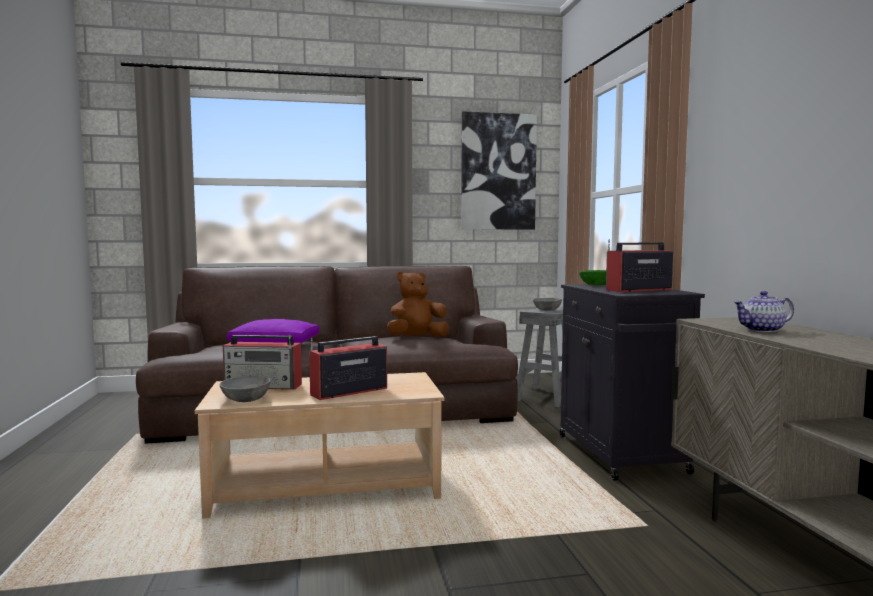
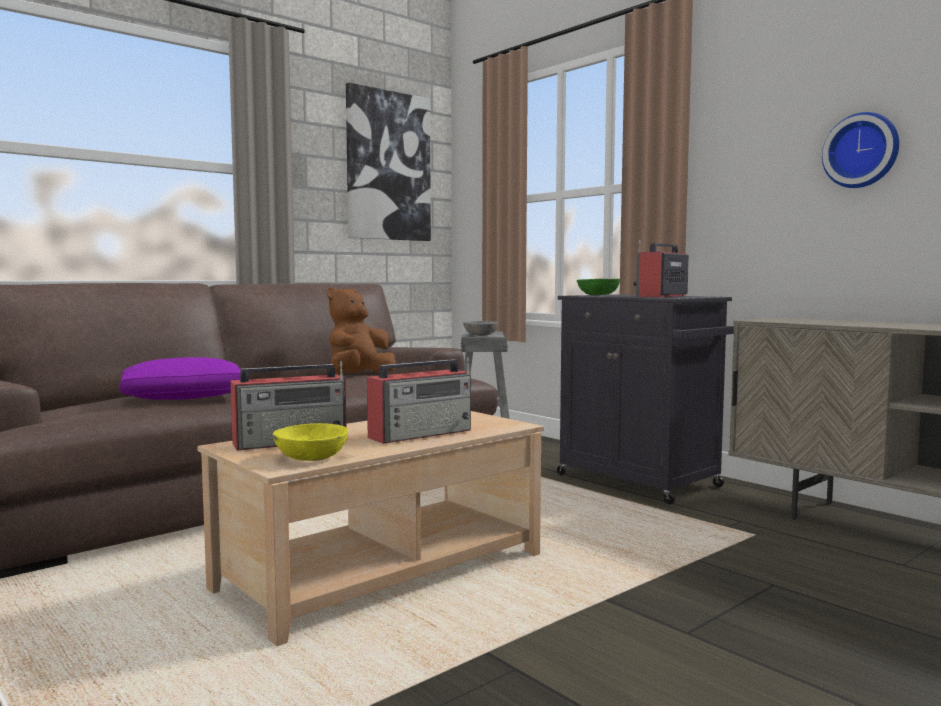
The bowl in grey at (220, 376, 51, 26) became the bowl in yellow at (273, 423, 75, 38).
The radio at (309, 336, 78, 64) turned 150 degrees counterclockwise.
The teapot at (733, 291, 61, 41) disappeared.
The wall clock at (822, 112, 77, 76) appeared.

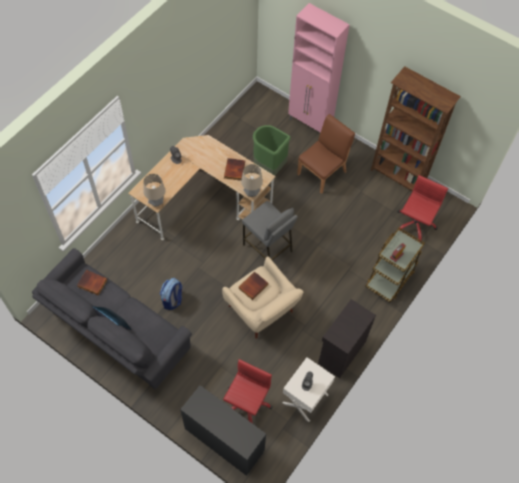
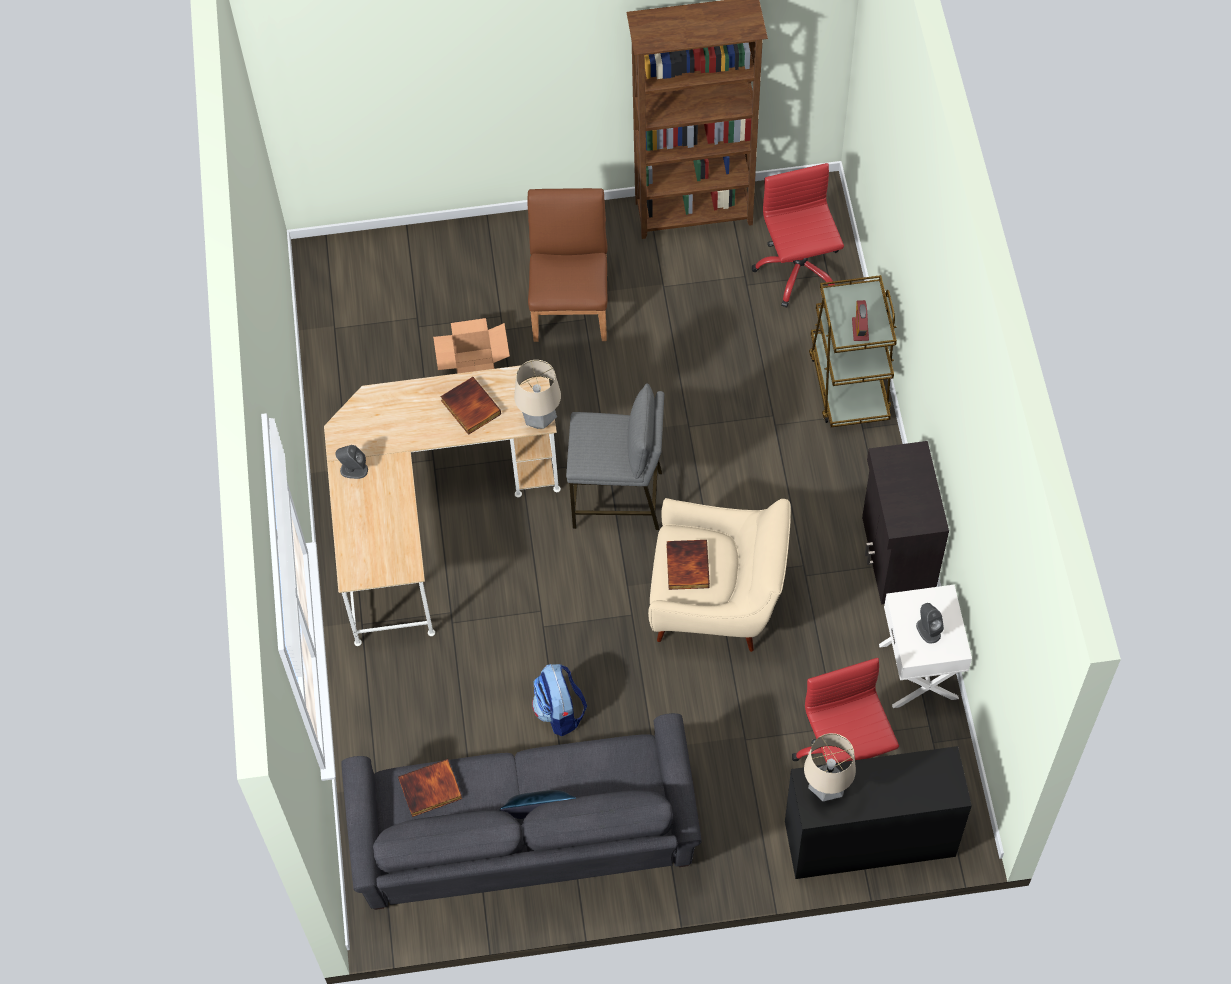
The table lamp moved from (143, 174, 22, 33) to (804, 733, 52, 68).
The trash can in green at (253, 125, 38, 51) was replaced by the cardboard box at (433, 318, 77, 56).
The cabinet in pink at (288, 3, 62, 130) disappeared.

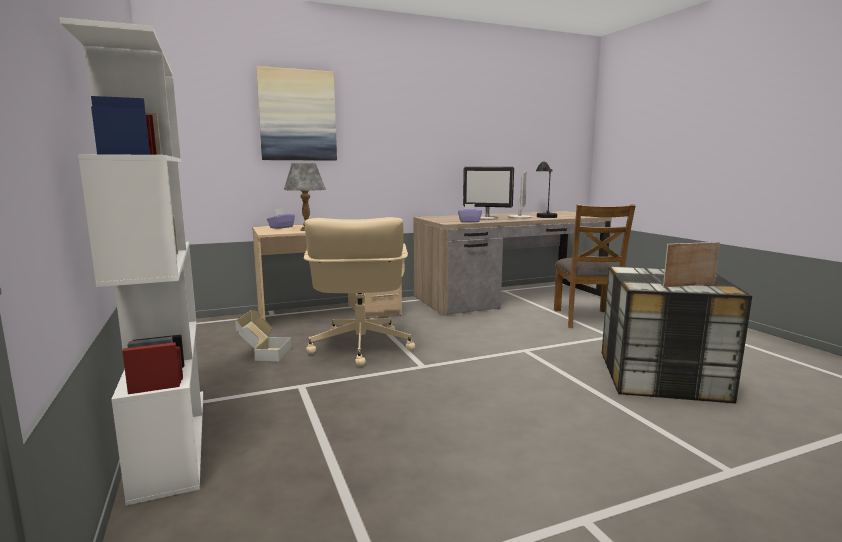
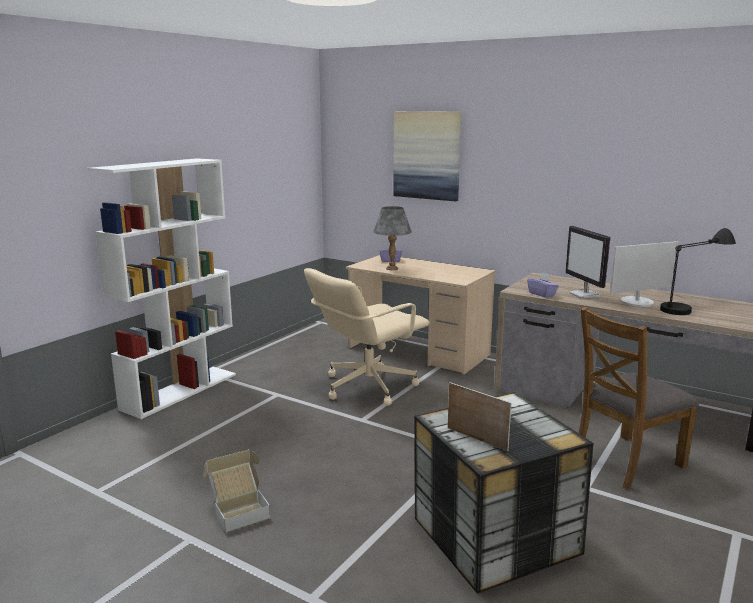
The cardboard box moved from (235, 310, 56, 51) to (204, 449, 66, 83).

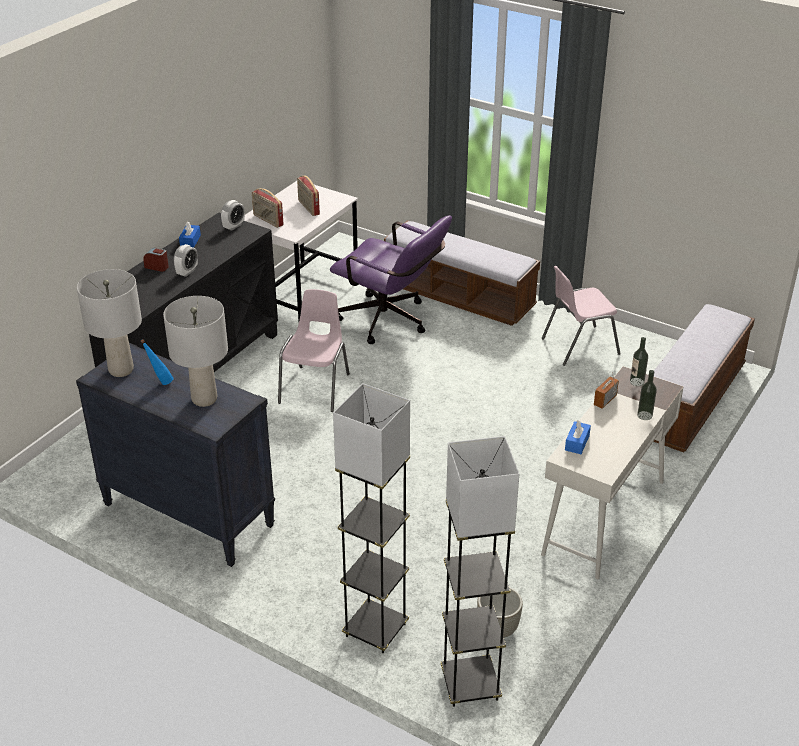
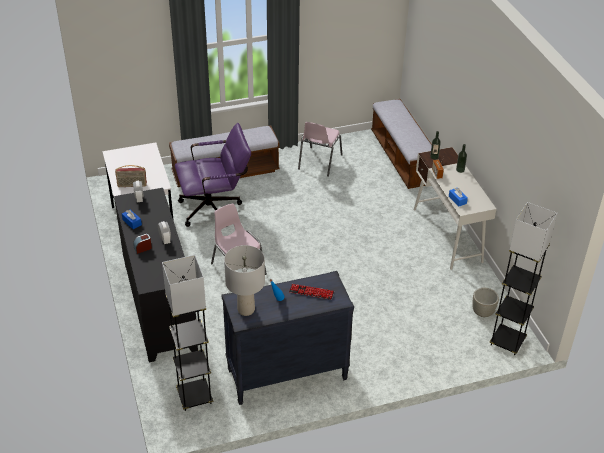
The table lamp in grey at (163, 296, 65, 111) was replaced by the keyboard at (289, 284, 45, 16).
The radio at (297, 176, 23, 40) disappeared.
The floor lamp in grey moved from (333, 383, 77, 270) to (162, 255, 51, 156).

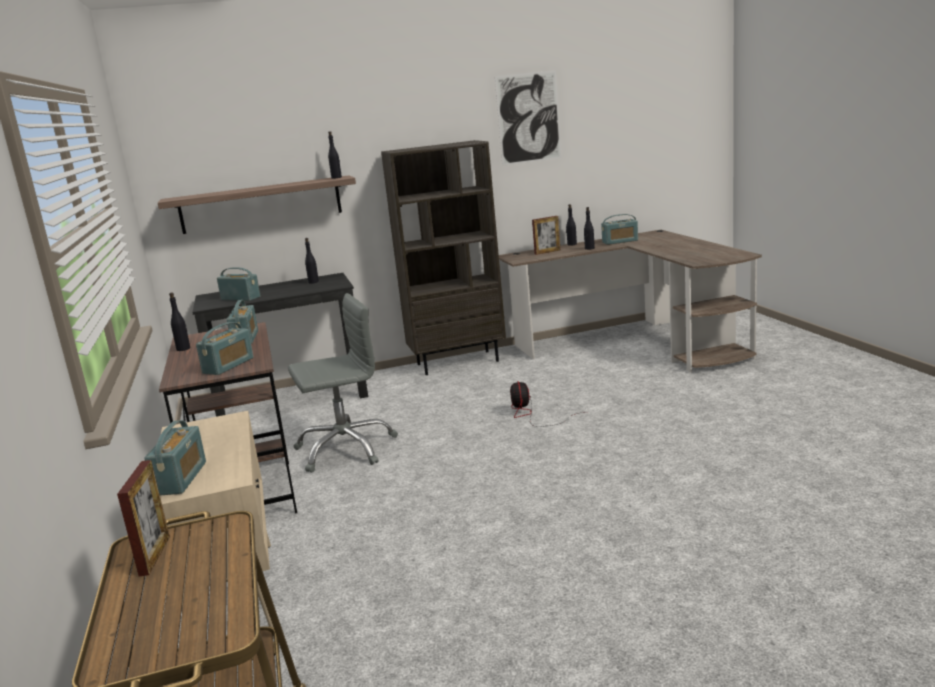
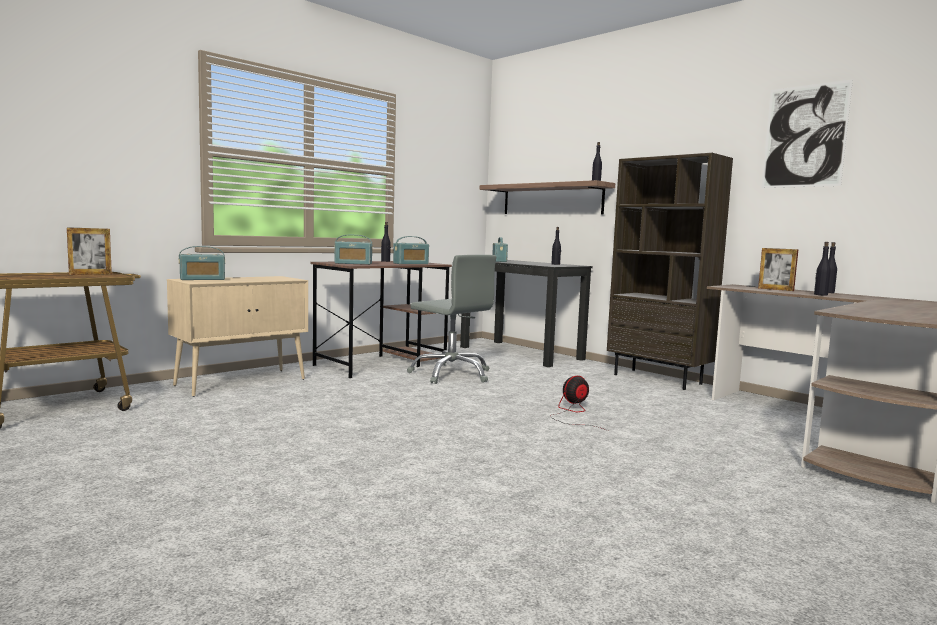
The radio at (601, 214, 37, 31) disappeared.

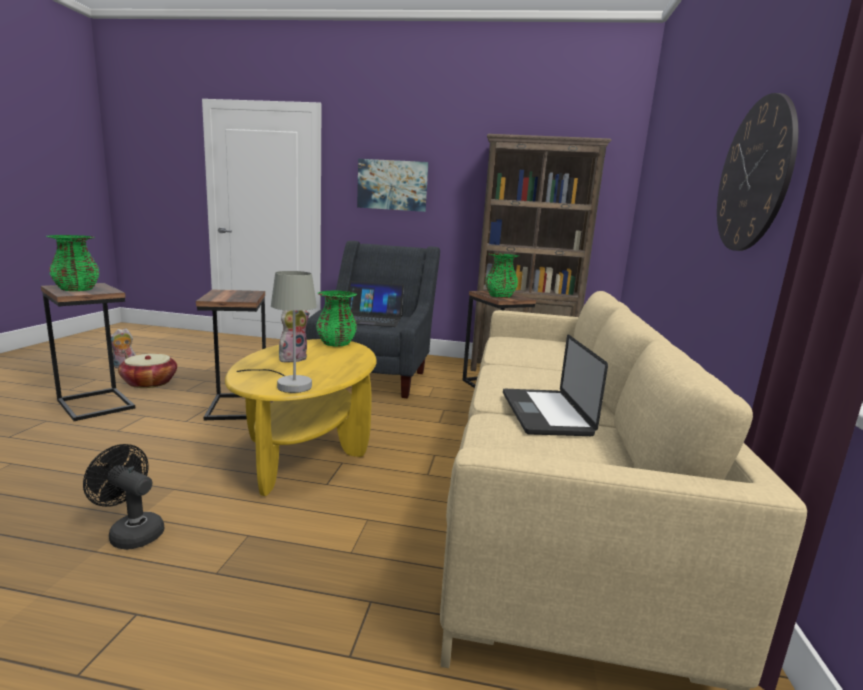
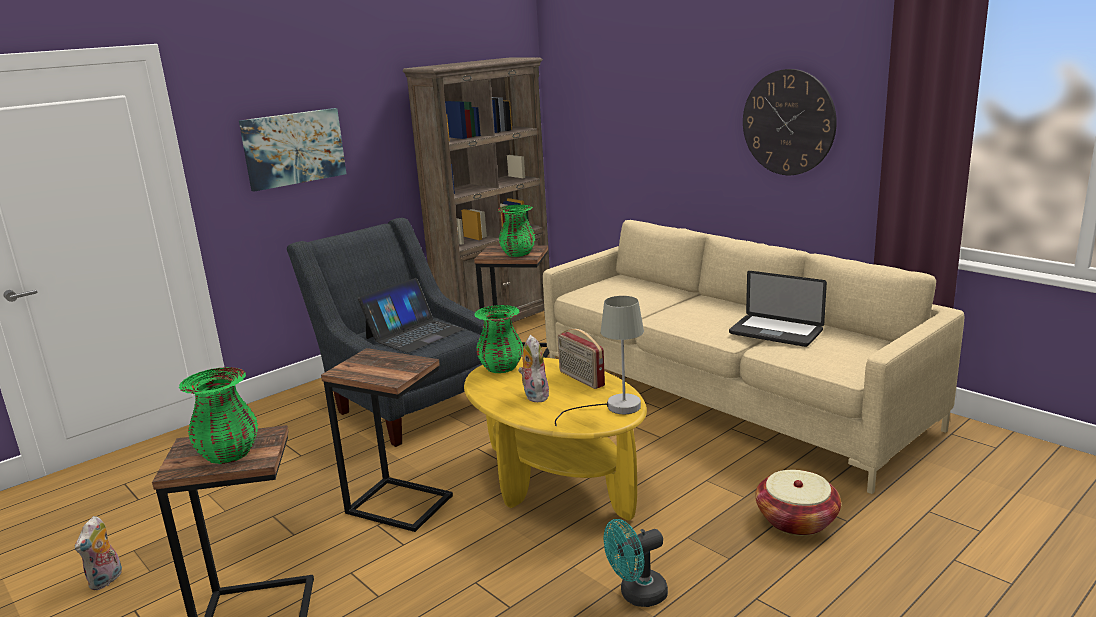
The fan in black at (83, 444, 81, 106) became the fan in turquoise at (604, 519, 64, 88).
The basket moved from (118, 354, 59, 34) to (755, 470, 86, 66).
The radio at (558, 329, 47, 60) appeared.

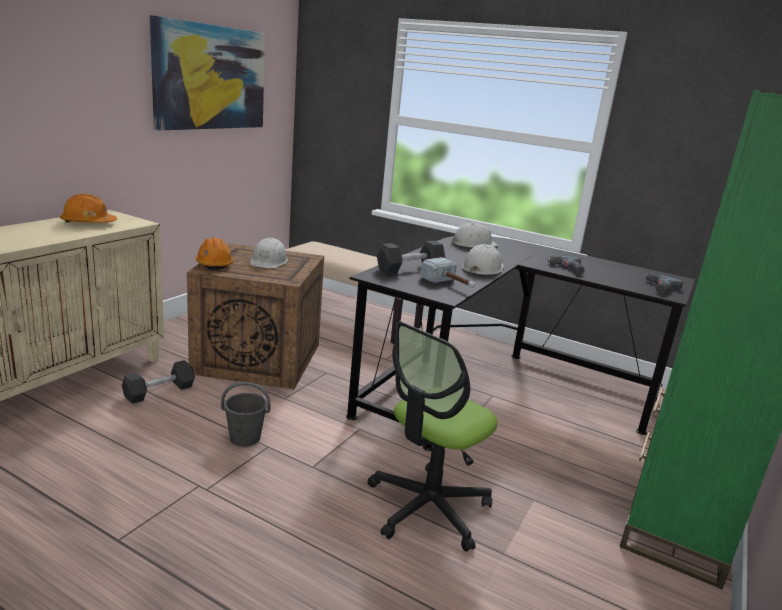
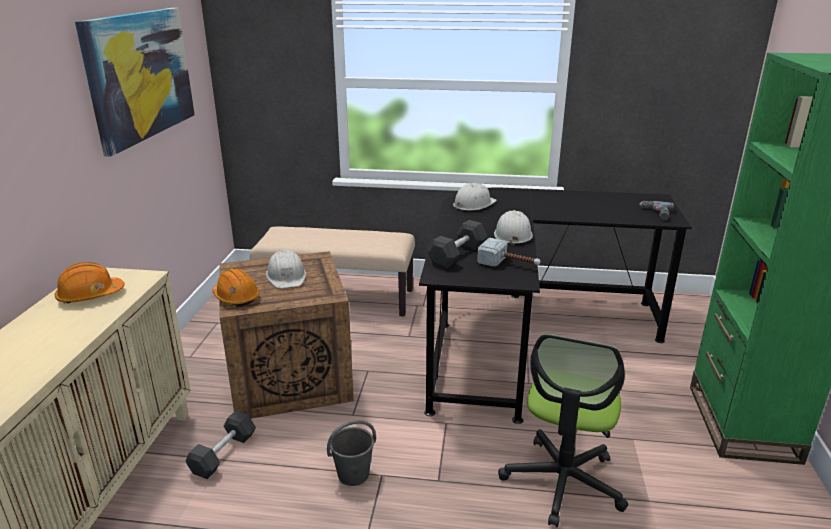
The power drill at (547, 256, 38, 19) disappeared.

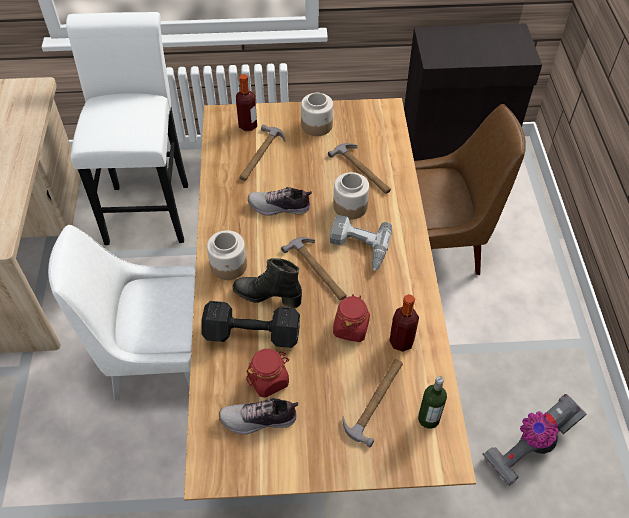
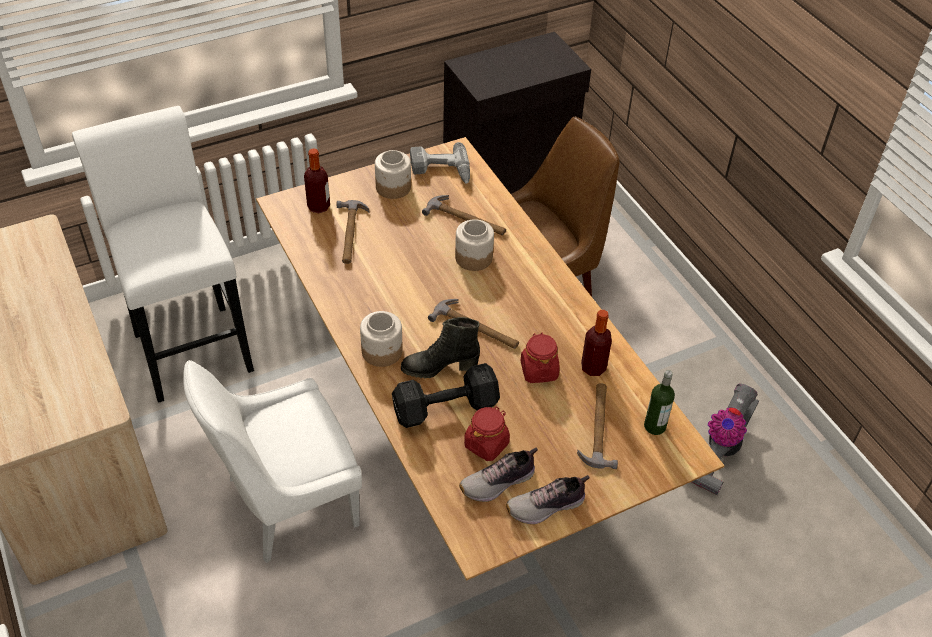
The shoe moved from (248, 187, 64, 29) to (506, 475, 84, 50).
The power drill moved from (330, 215, 62, 56) to (410, 142, 60, 42).

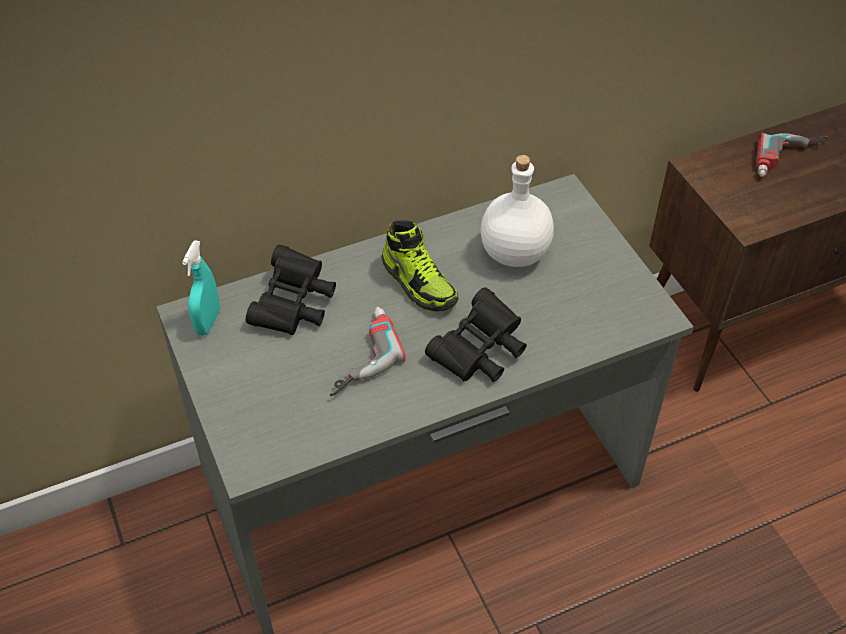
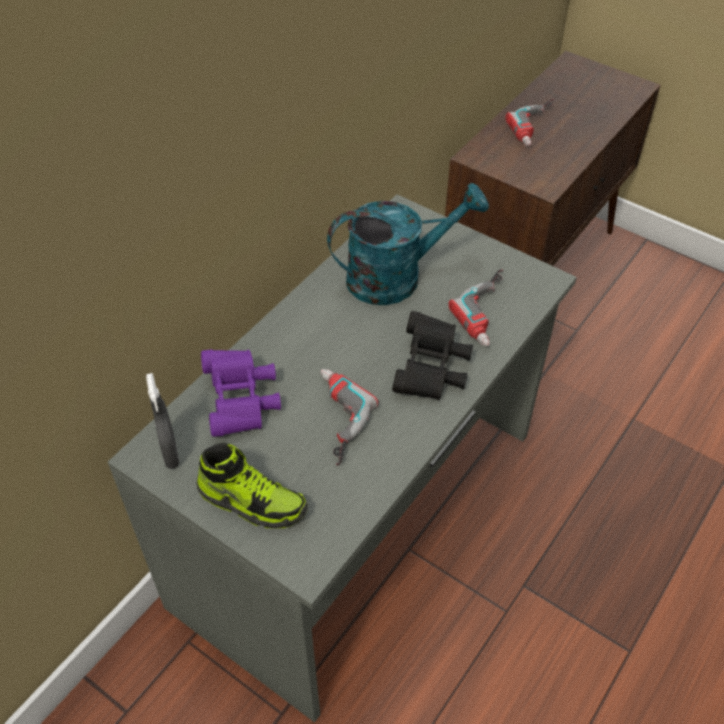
The spray bottle in turquoise at (182, 240, 38, 96) became the spray bottle in grey at (146, 373, 34, 96).
The binoculars in black at (246, 245, 90, 90) became the binoculars in purple at (201, 349, 80, 88).
The shoe moved from (381, 220, 78, 92) to (196, 442, 112, 86).
The bottle in white at (481, 155, 73, 112) was replaced by the watering can in turquoise at (327, 183, 162, 122).
The power drill at (448, 269, 55, 77) appeared.

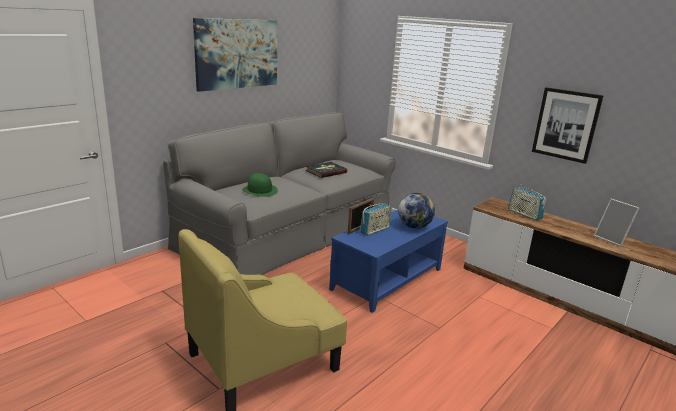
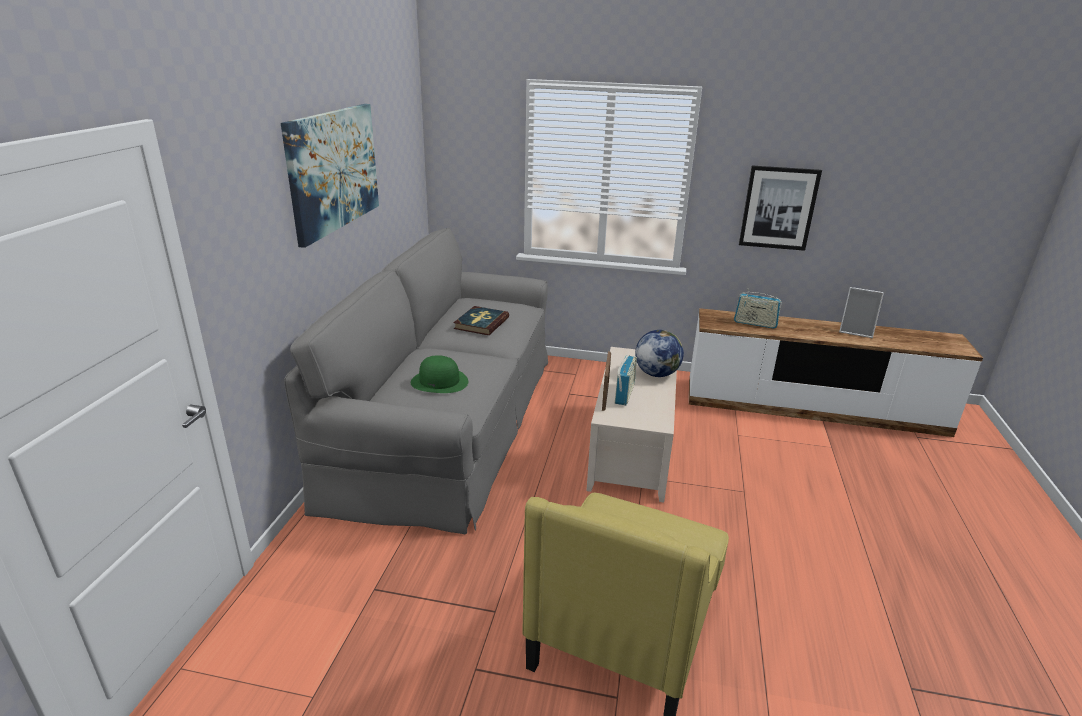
The coffee table in blue at (329, 210, 119, 103) became the coffee table in beige at (586, 347, 91, 156).

